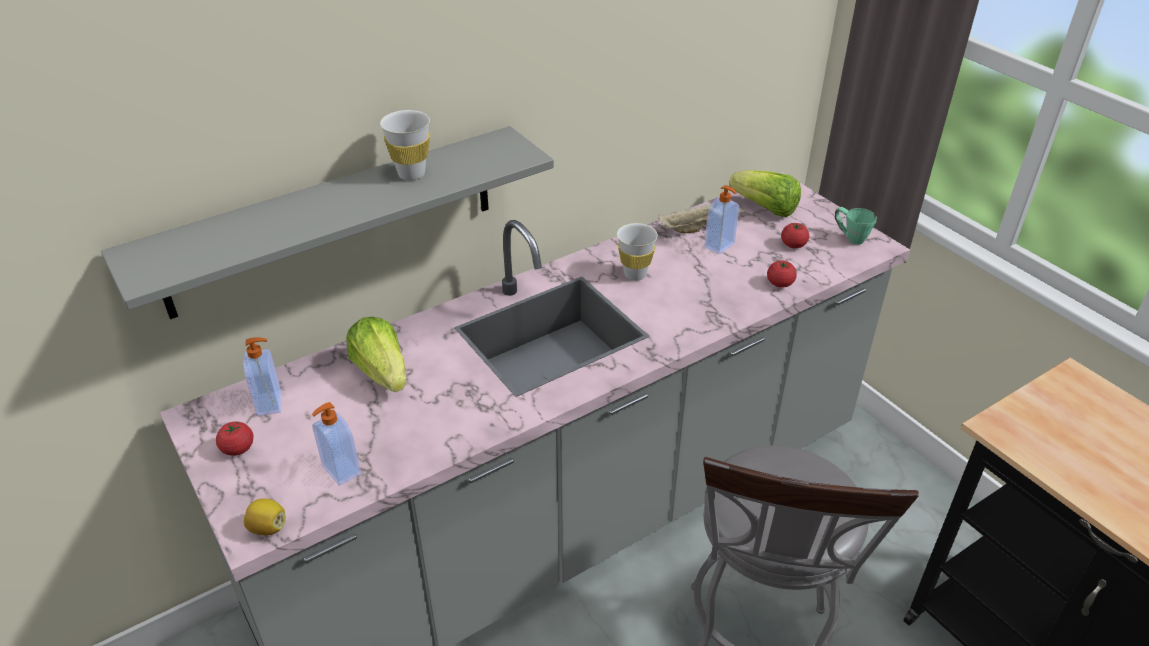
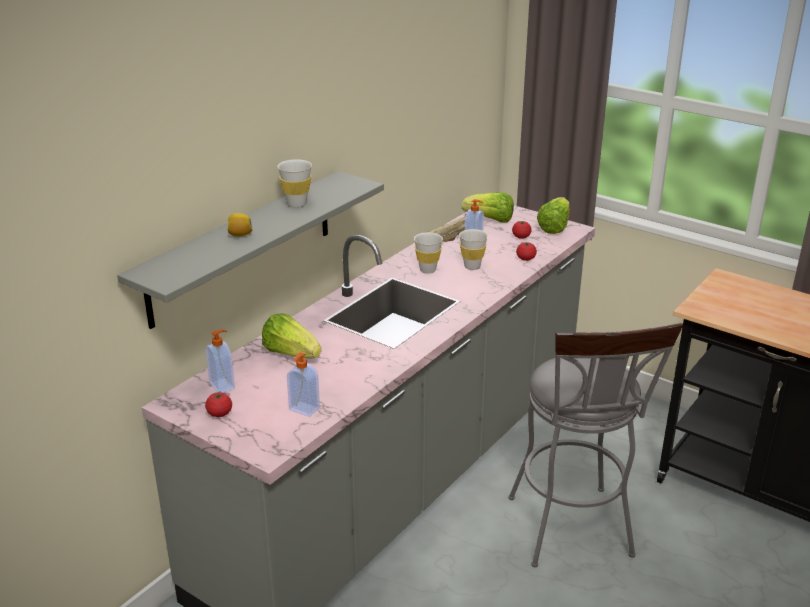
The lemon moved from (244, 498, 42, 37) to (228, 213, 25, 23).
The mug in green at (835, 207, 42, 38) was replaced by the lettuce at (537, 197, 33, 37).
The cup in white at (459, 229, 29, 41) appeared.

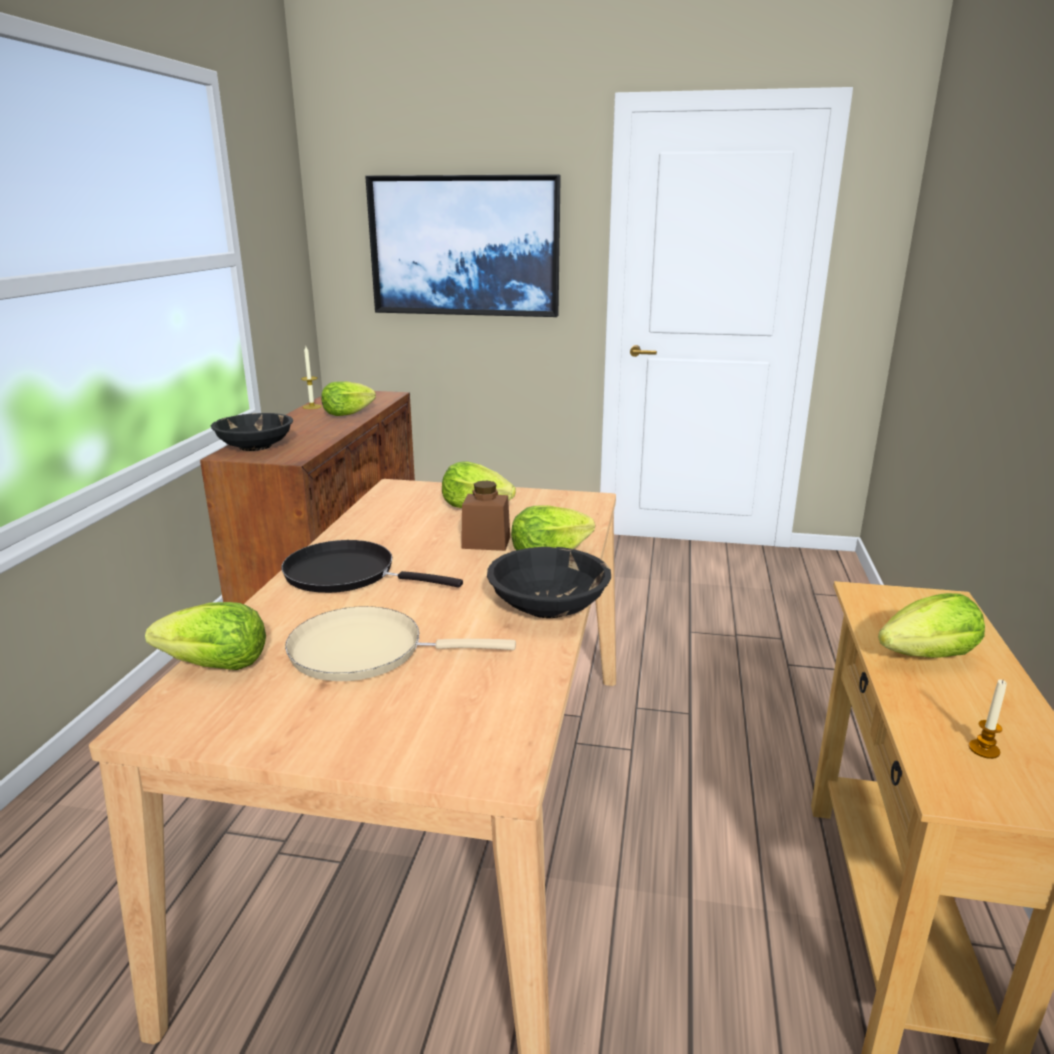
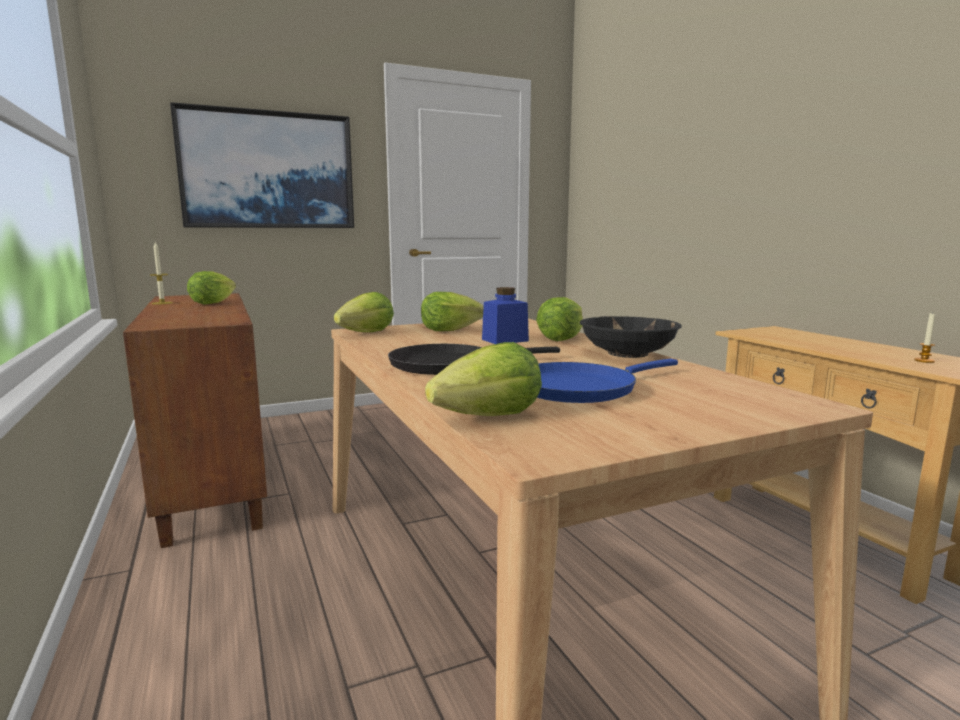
The bowl in black at (211, 413, 82, 38) disappeared.
The frying pan in beige at (285, 606, 231, 75) became the frying pan in blue at (537, 359, 141, 44).
The jar in brown at (461, 481, 49, 70) became the jar in blue at (482, 287, 47, 57).
The lettuce moved from (878, 593, 107, 65) to (334, 292, 60, 40).

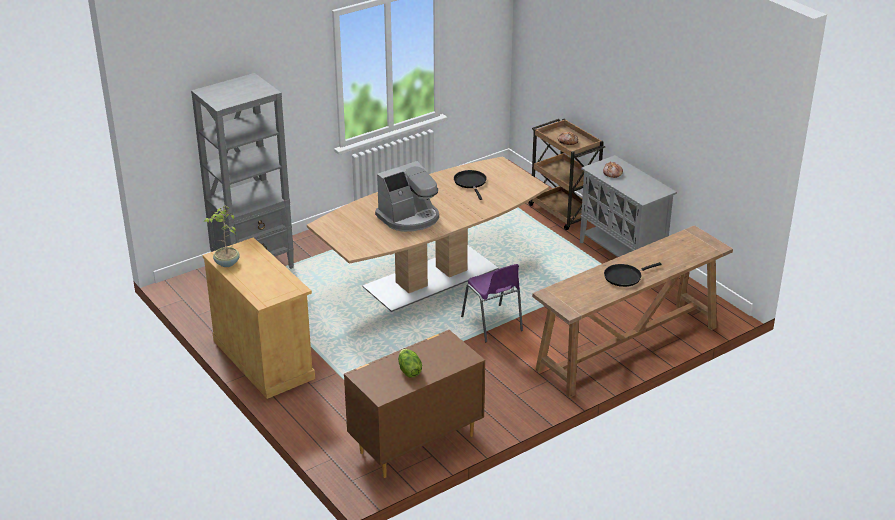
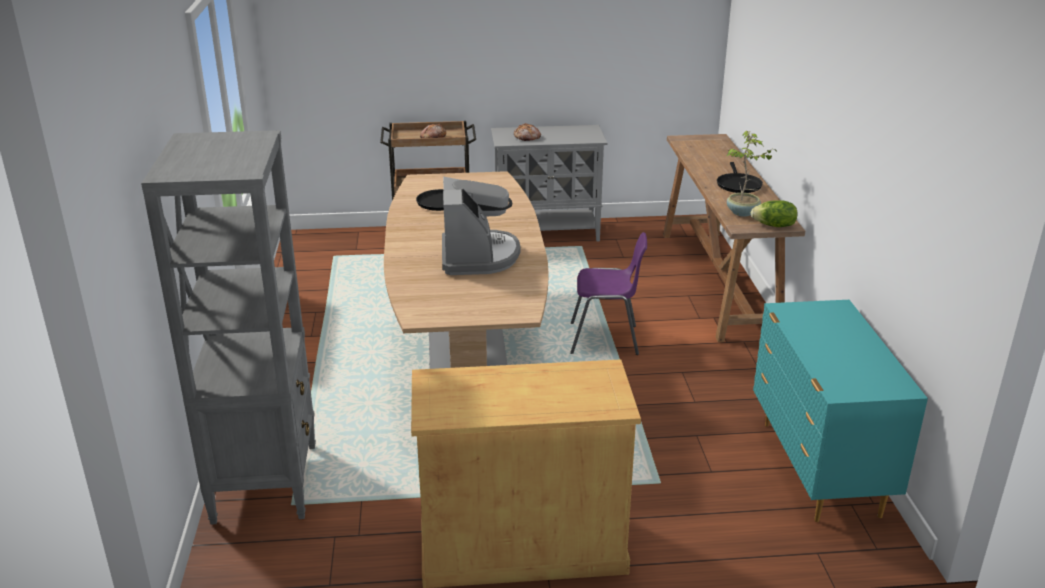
The potted plant moved from (203, 205, 37, 62) to (726, 131, 51, 85).
The dresser in brown at (344, 330, 141, 148) became the dresser in turquoise at (753, 300, 175, 222).
The lettuce moved from (398, 349, 24, 29) to (751, 200, 46, 27).

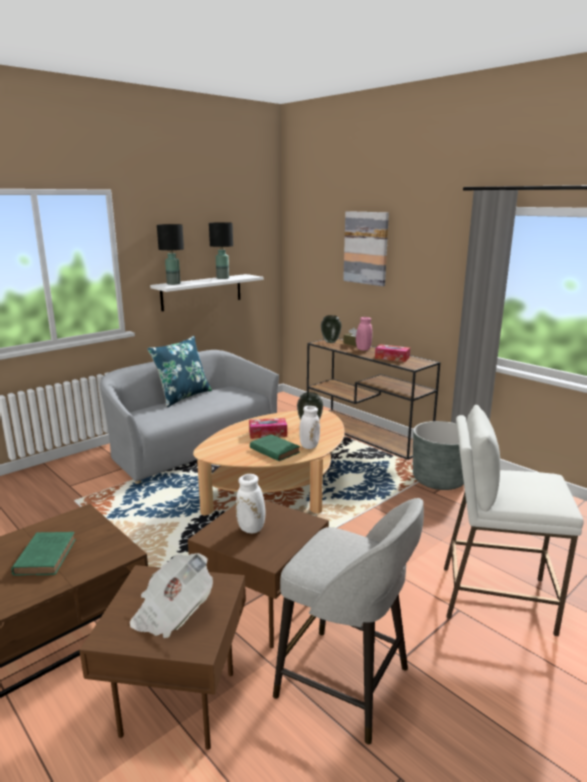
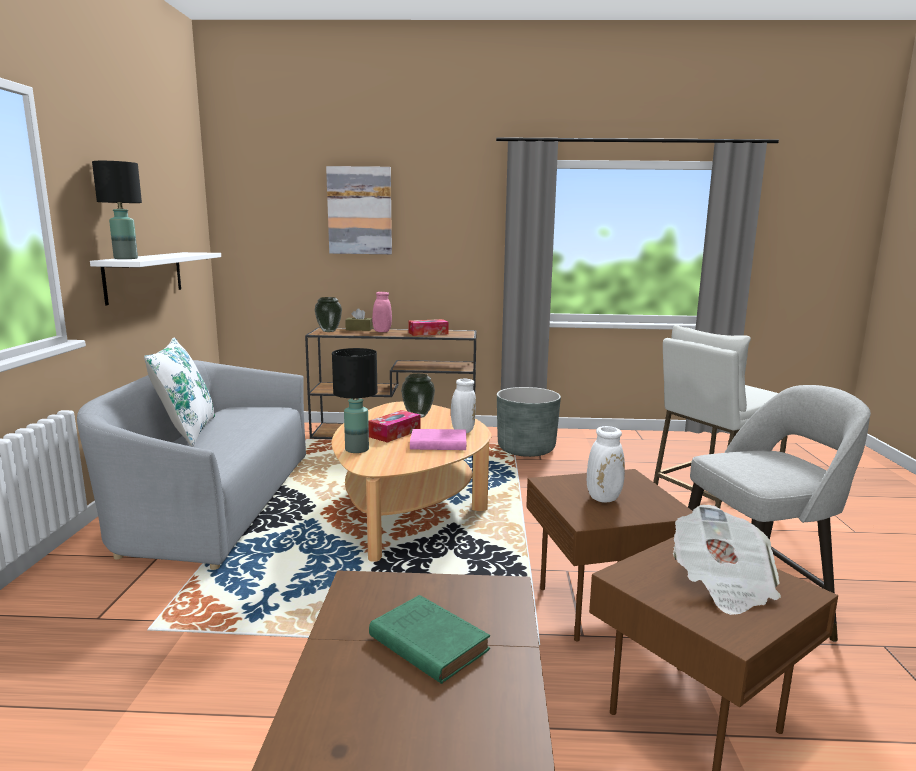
The pillow in blue at (147, 336, 65, 71) became the pillow in white at (144, 338, 71, 108).
The table lamp in black moved from (209, 222, 24, 57) to (332, 348, 45, 105).
The book in green at (250, 434, 50, 27) became the book in pink at (410, 429, 56, 21).

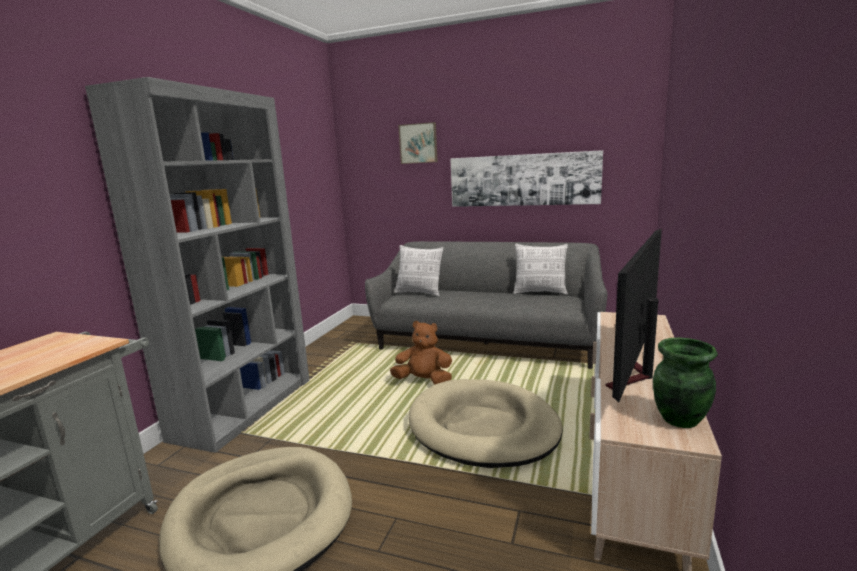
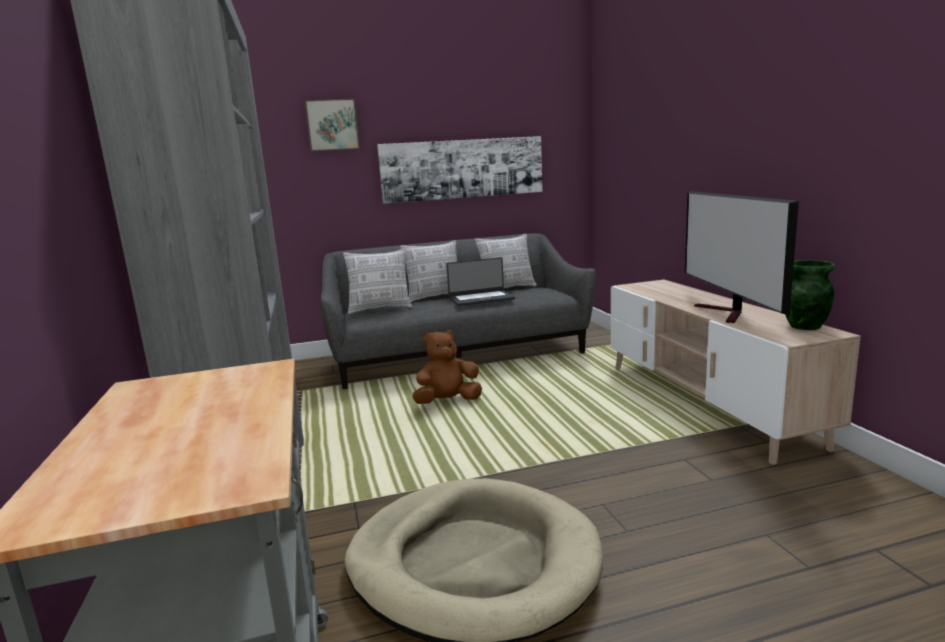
The dog bed in beige at (408, 379, 155, 89) disappeared.
The pillow at (400, 240, 57, 62) appeared.
The laptop at (446, 257, 69, 49) appeared.

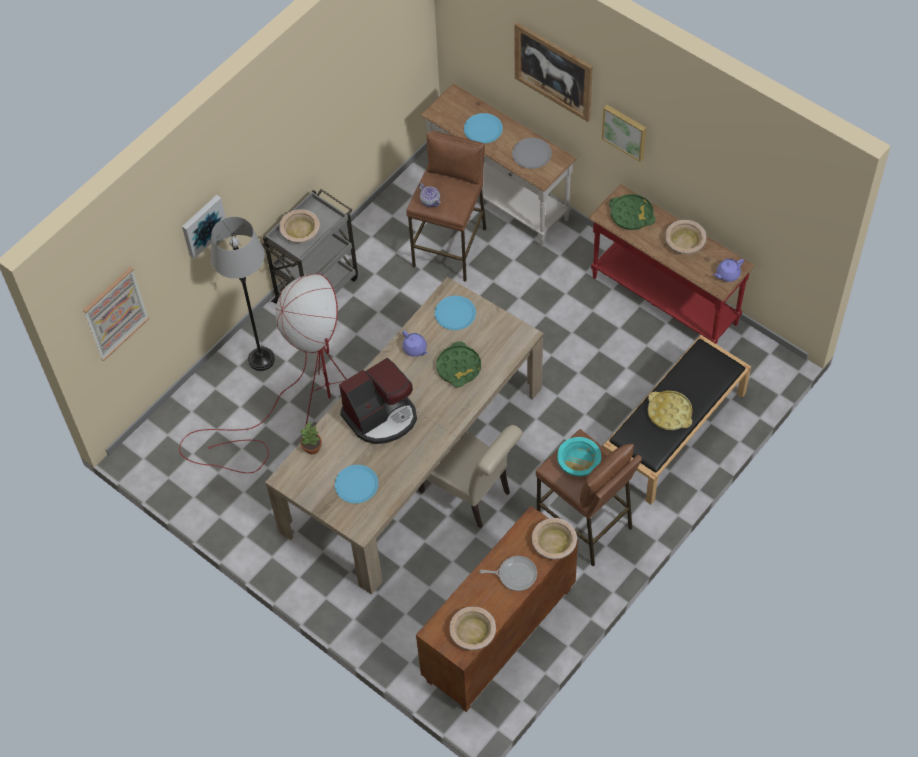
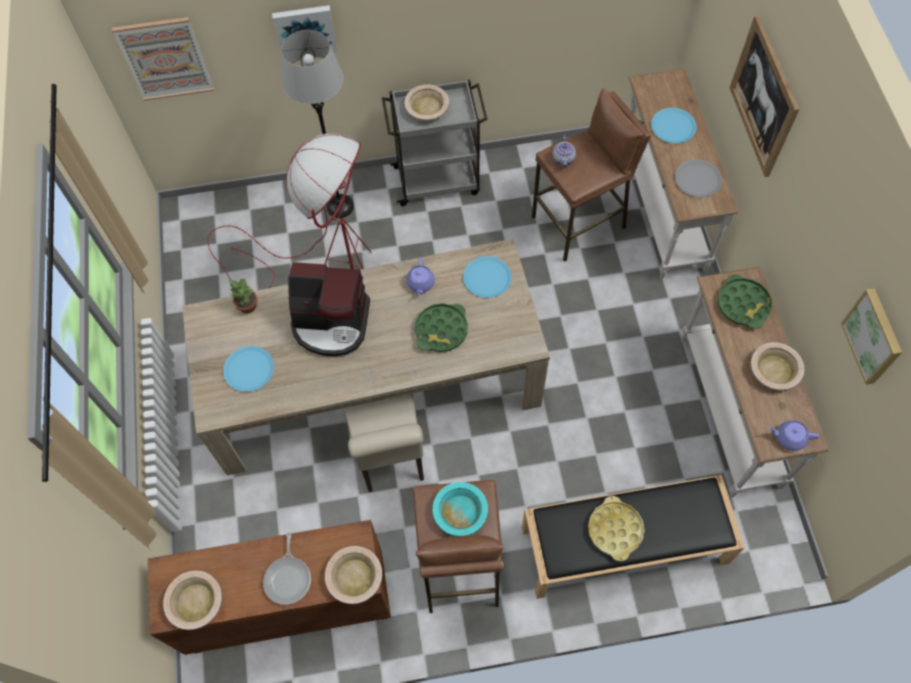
The frying pan at (479, 556, 58, 35) turned 45 degrees clockwise.
The console table in red at (588, 184, 167, 160) became the console table in white at (681, 267, 147, 231).
The picture moved from (602, 105, 44, 57) to (841, 288, 61, 97).

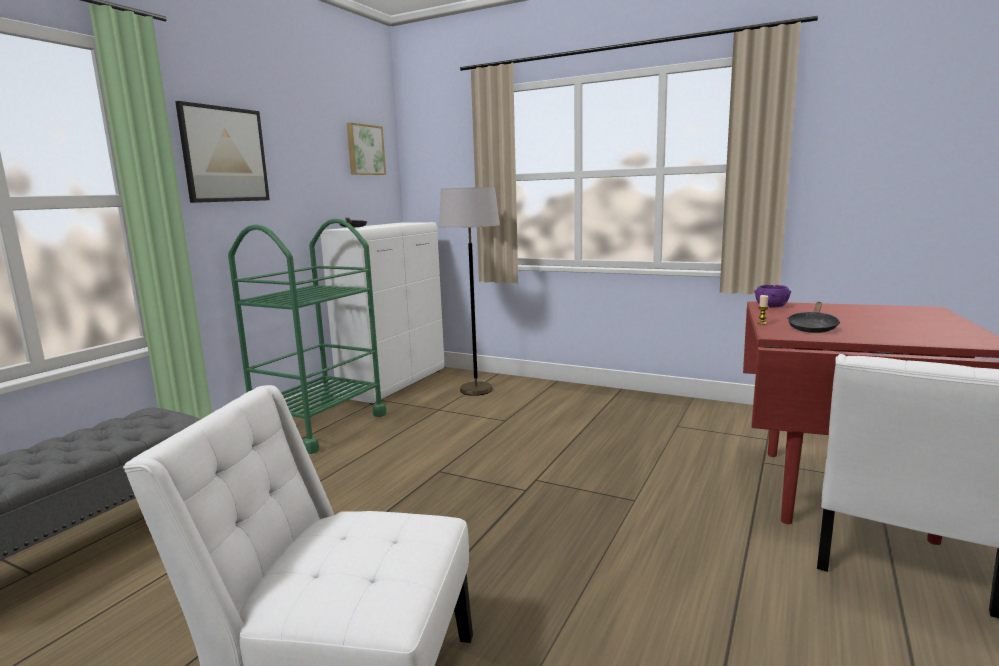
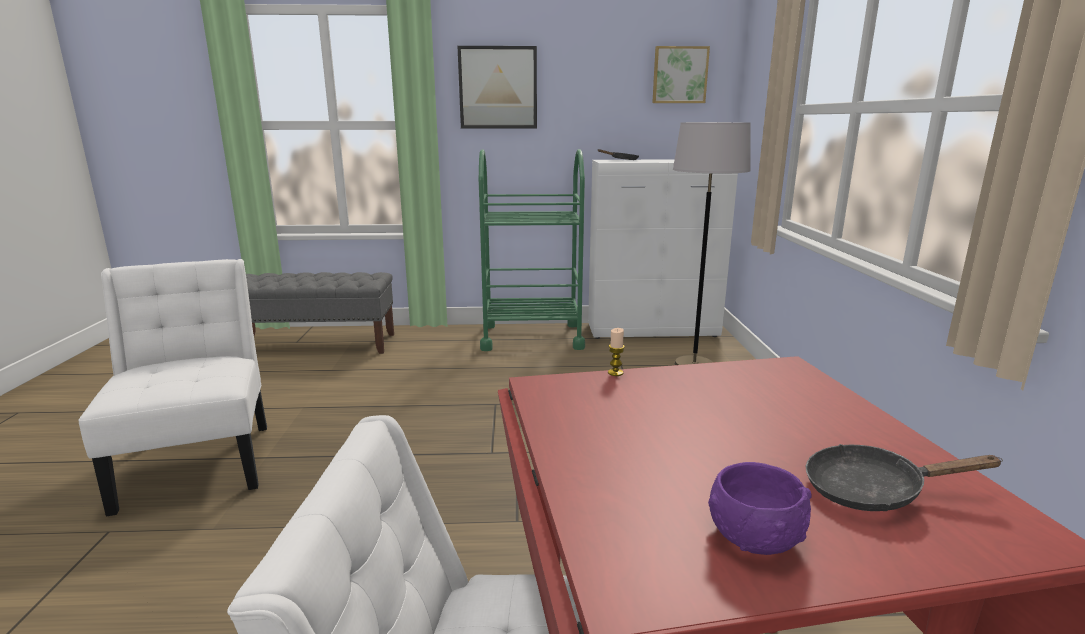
The bowl in purple moved from (754, 285, 37, 23) to (708, 462, 104, 93).
The frying pan in black moved from (787, 302, 53, 31) to (806, 444, 197, 67).

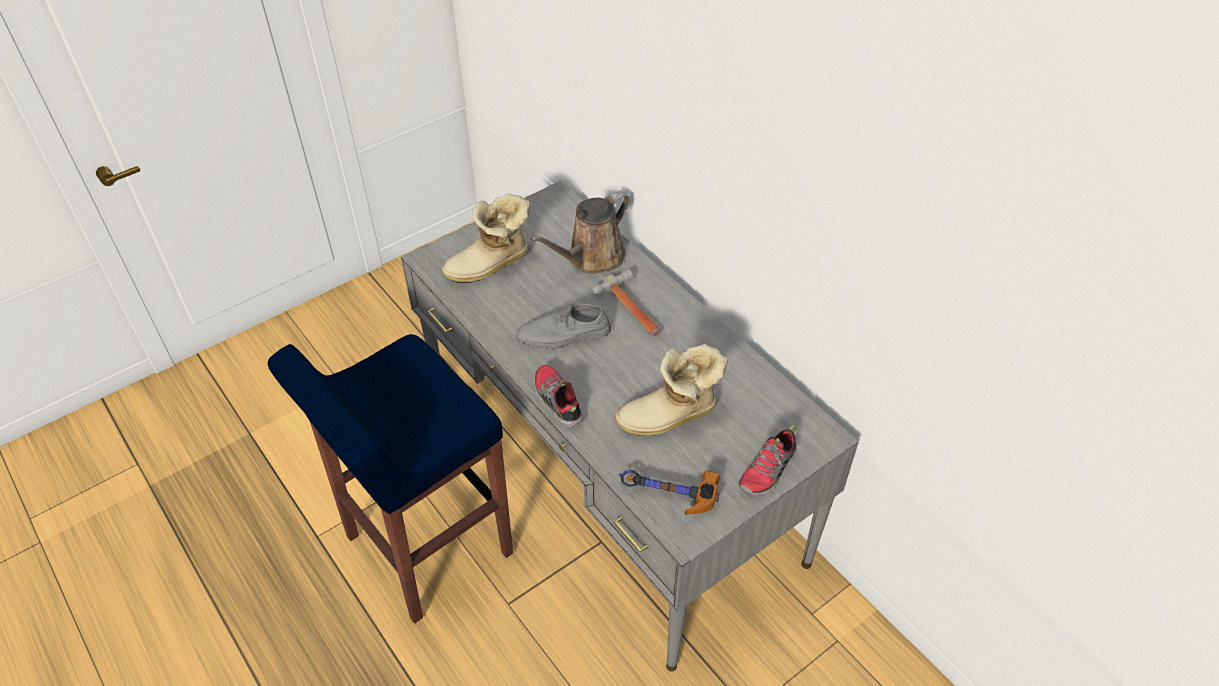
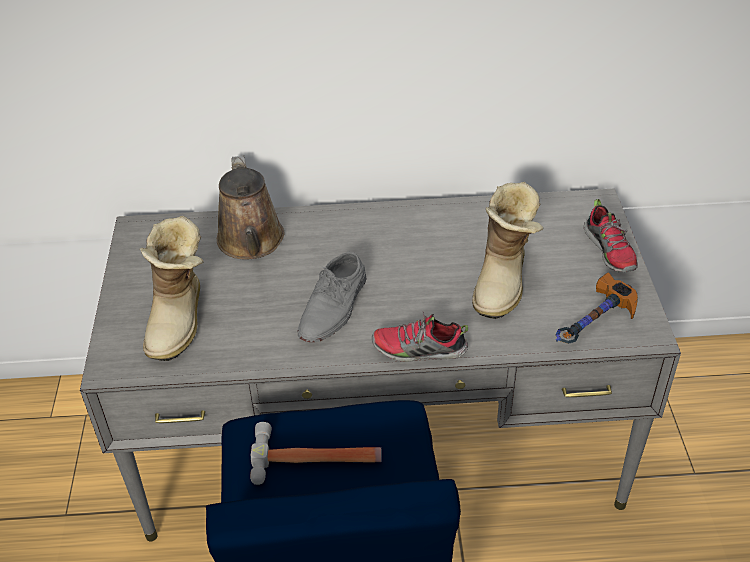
The hammer moved from (591, 269, 70, 67) to (250, 422, 131, 63).

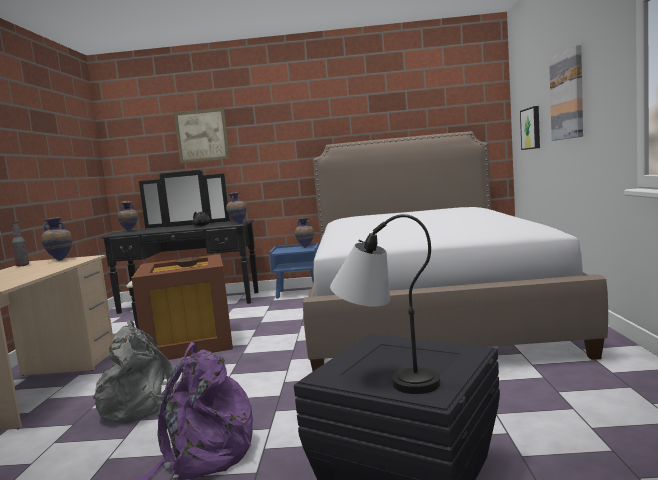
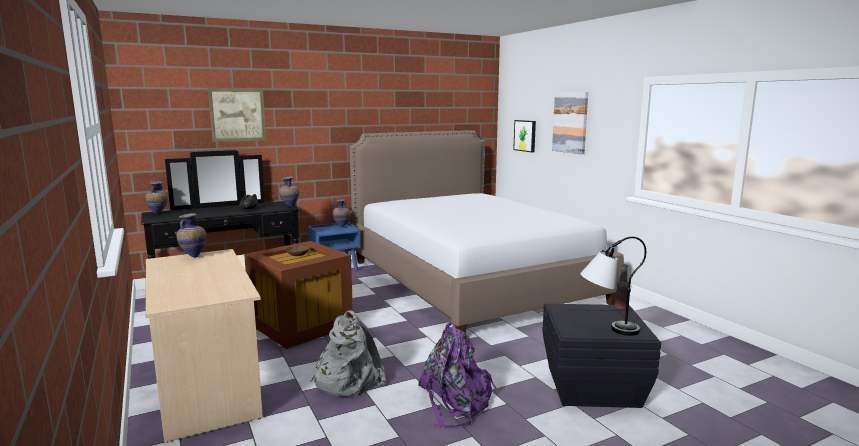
The bottle moved from (12, 221, 17, 46) to (615, 264, 14, 46).

